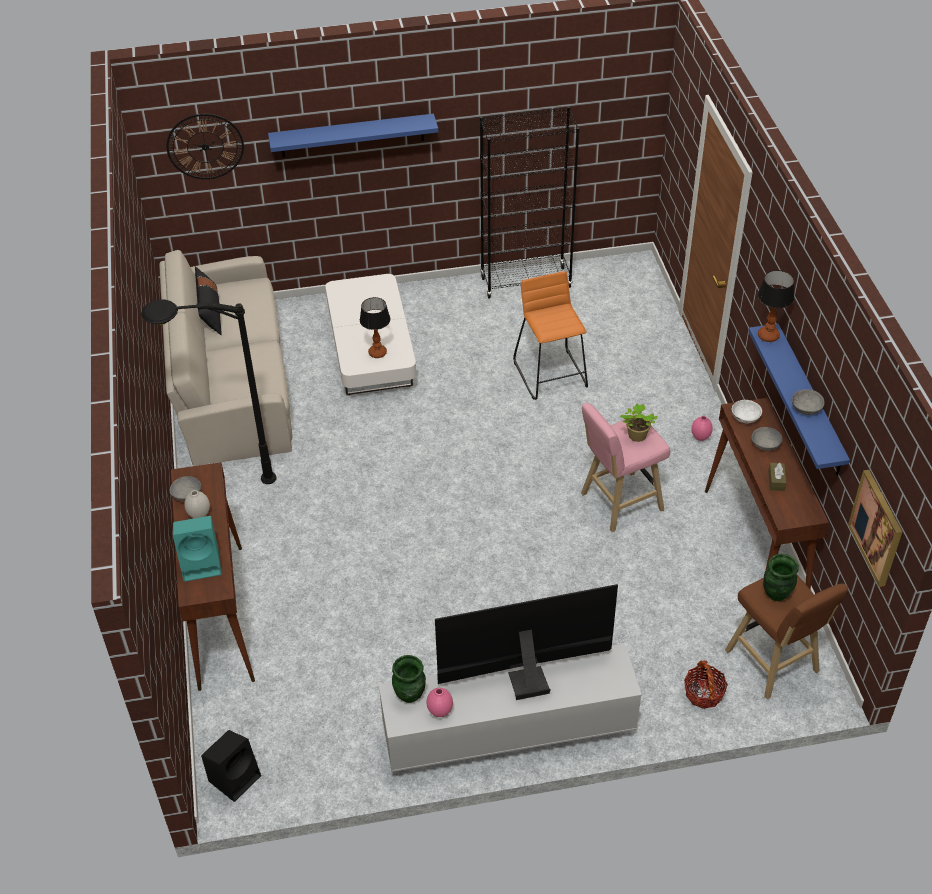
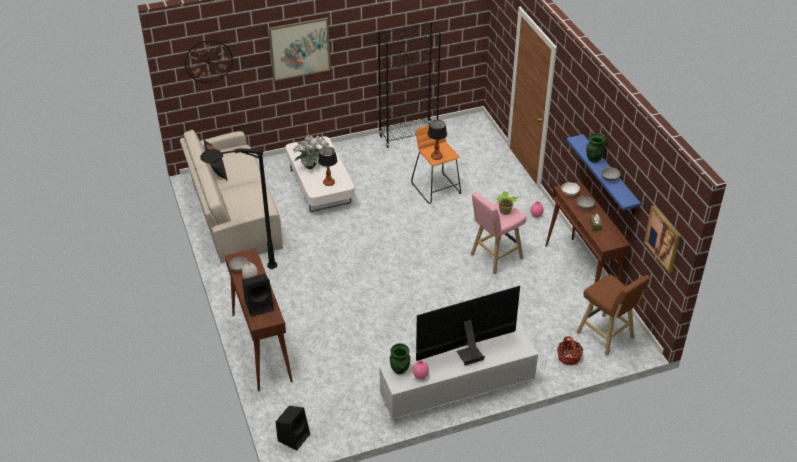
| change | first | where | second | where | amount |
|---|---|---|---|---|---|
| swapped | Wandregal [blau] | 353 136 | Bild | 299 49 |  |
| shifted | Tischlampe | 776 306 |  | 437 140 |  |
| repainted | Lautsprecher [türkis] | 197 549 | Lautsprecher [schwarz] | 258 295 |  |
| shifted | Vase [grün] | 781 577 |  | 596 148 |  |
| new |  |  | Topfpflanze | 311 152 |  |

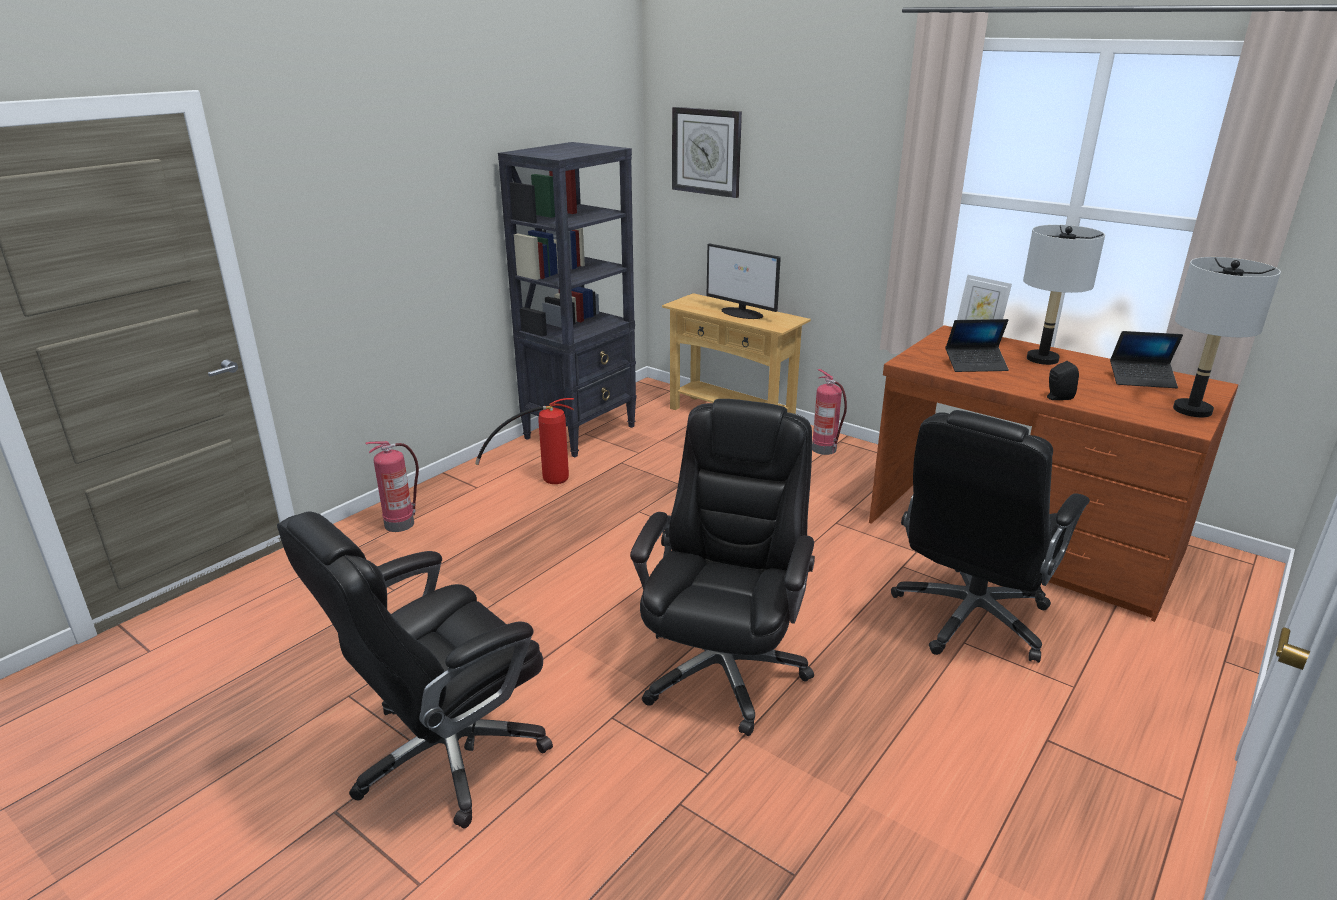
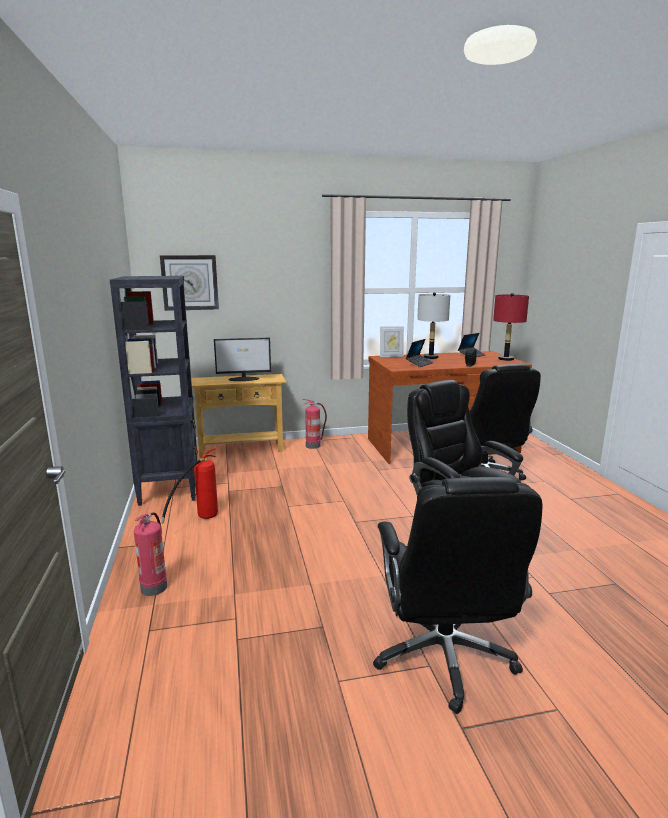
| change | first | where | second | where | amount |
|---|---|---|---|---|---|
| repainted | Tischlampe [grau] | 1227 337 | Tischlampe [rot] | 511 327 |  |

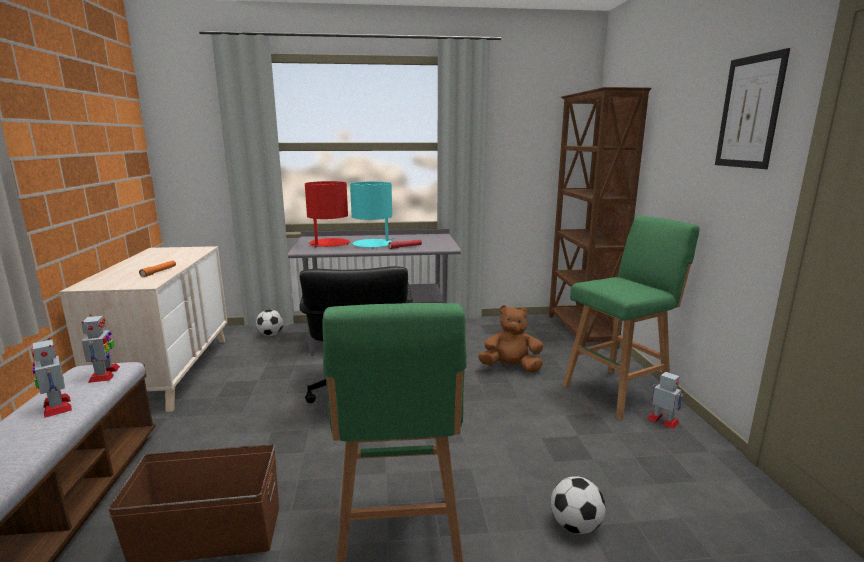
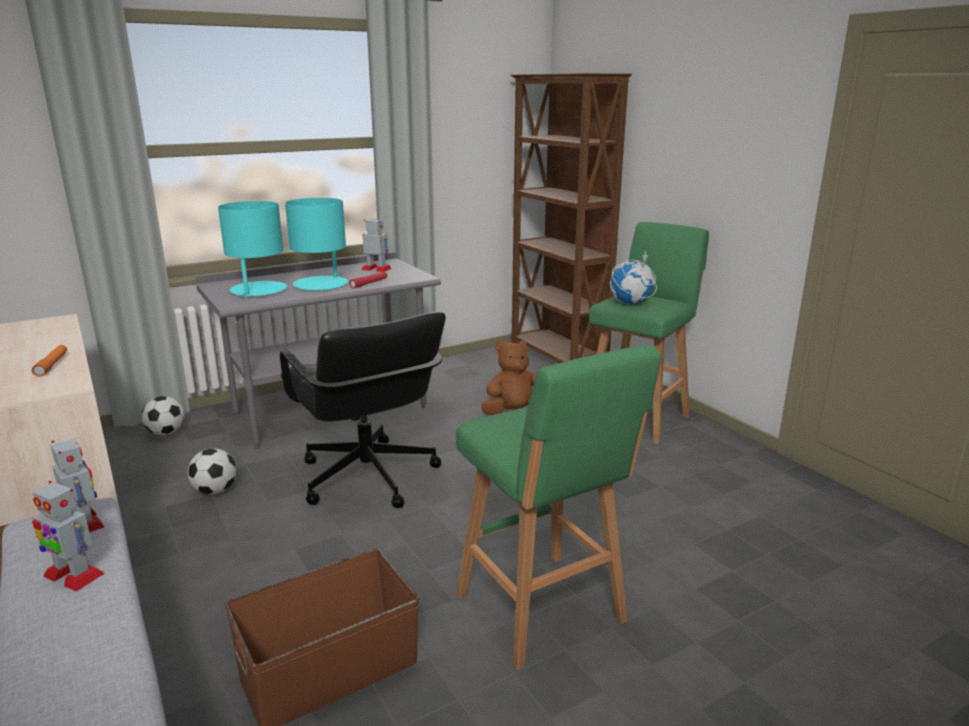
| change | first | where | second | where | amount |
|---|---|---|---|---|---|
| gone | Bild | 752 108 |  |  |  |
| repainted | Tischlampe [rot] | 327 214 | Tischlampe [türkis] | 252 249 |  |
| shifted | Spielzeugroboter | 665 400 |  | 376 245 |  |
| shifted | Fußball | 578 505 |  | 212 471 |  |
| new |  |  | Globus | 633 277 |  |

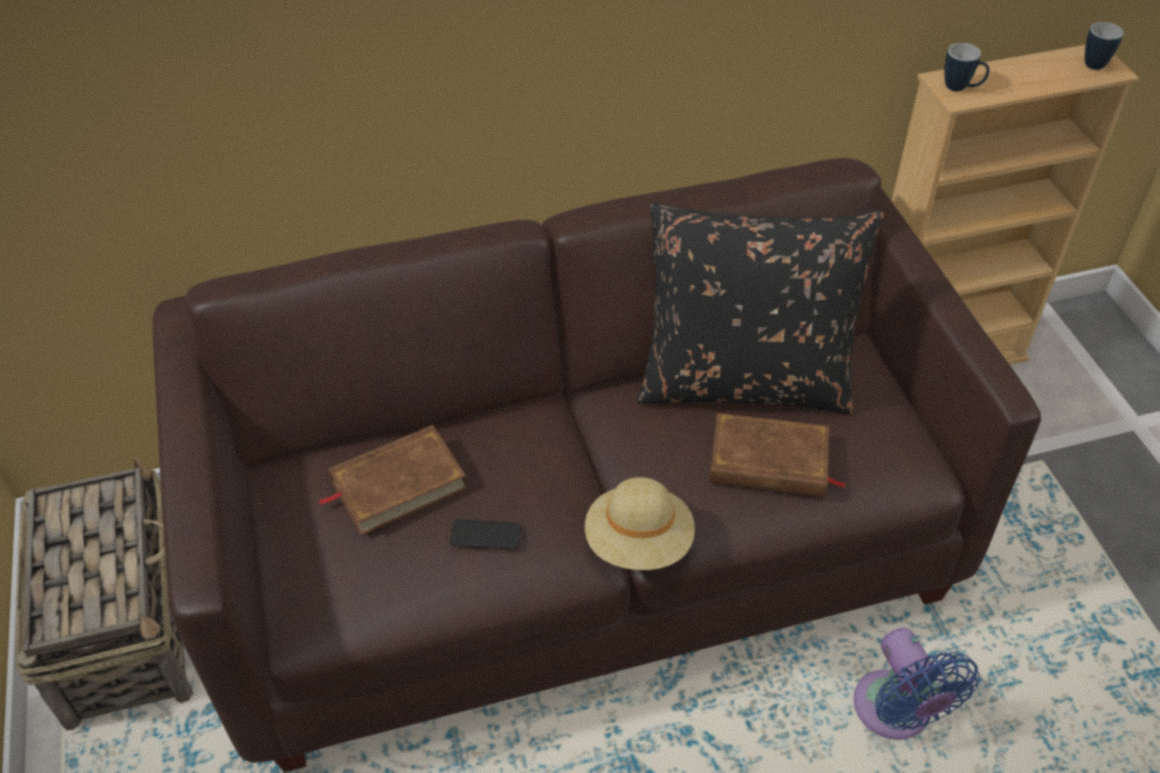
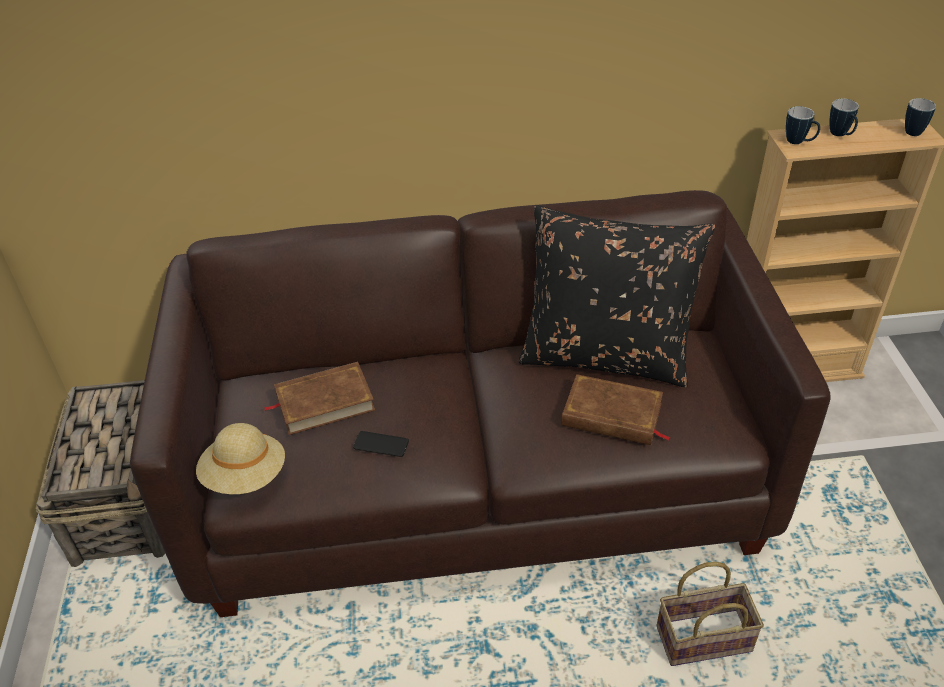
| change | first | where | second | where | amount |
|---|---|---|---|---|---|
| shifted | Hut [beige] | 640 523 |  | 240 458 |  |
| swapped | Ventilator [blau] | 916 684 | Korb | 710 614 |  |
| new |  |  | Henkelbecher | 844 117 |  |

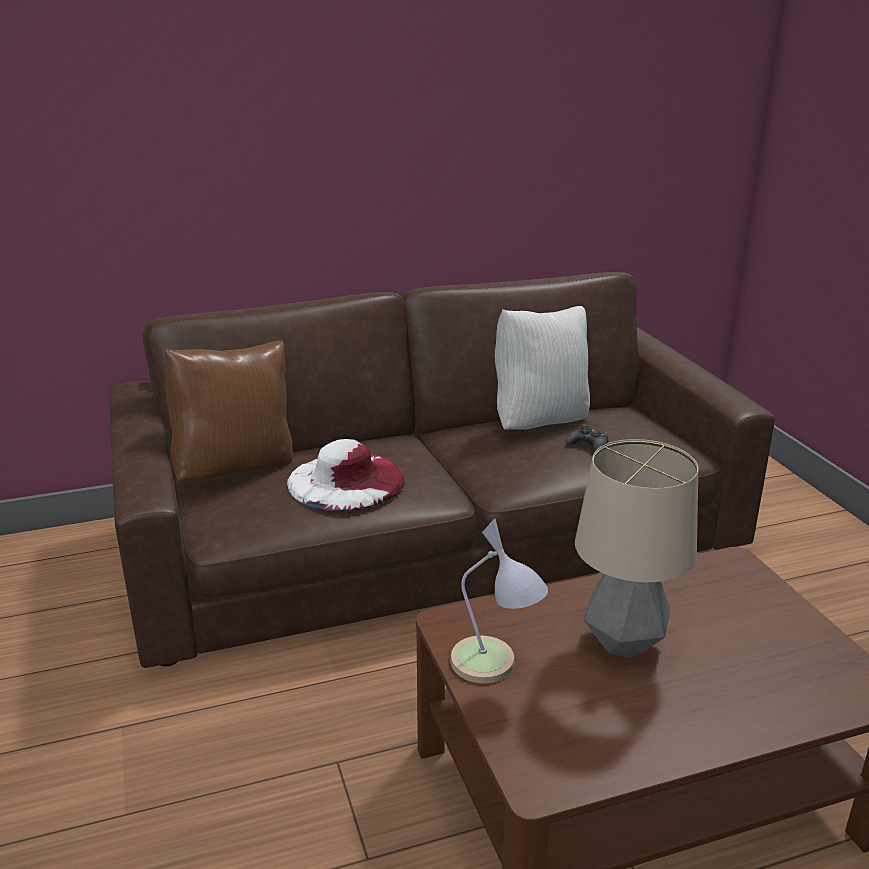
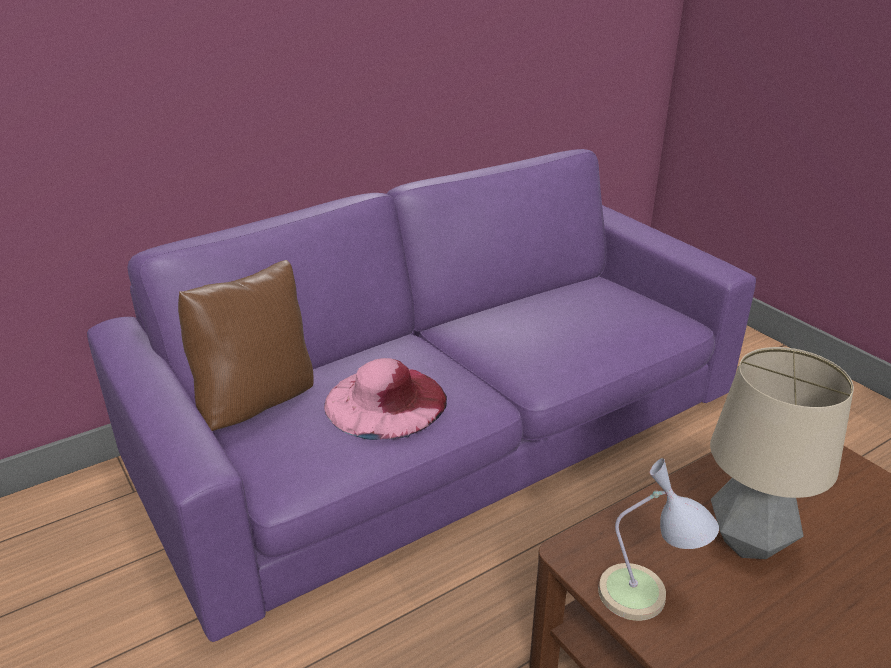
| change | first | where | second | where | amount |
|---|---|---|---|---|---|
| repainted | Sofa [braun] | 442 470 | Sofa [lila] | 421 395 |  |
| gone | Kissen [weiß] | 542 368 |  |  |  |
| gone | Gamepad [schwarz] | 587 438 |  |  |  |
| repainted | Hut [weiß] | 346 475 | Hut [rosa] | 385 399 |  |

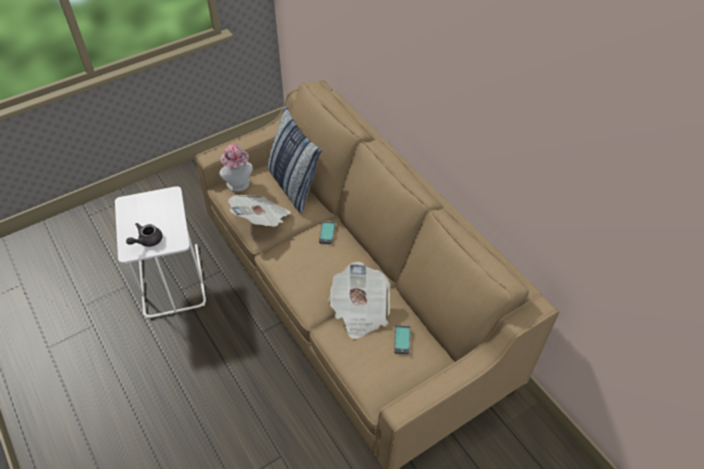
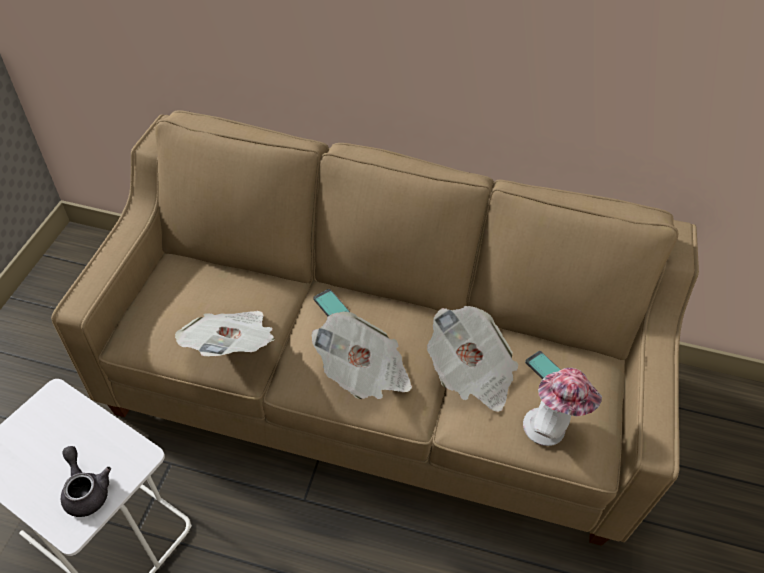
| change | first | where | second | where | amount |
|---|---|---|---|---|---|
| gone | Kissen | 294 159 |  |  |  |
| shifted | Hut | 236 168 |  | 562 407 |  |
| rotated | Teekanne [grau] | 144 235 |  | 86 481 | 150 degrees clockwise |
| new |  |  | Zeitung | 362 356 |  |

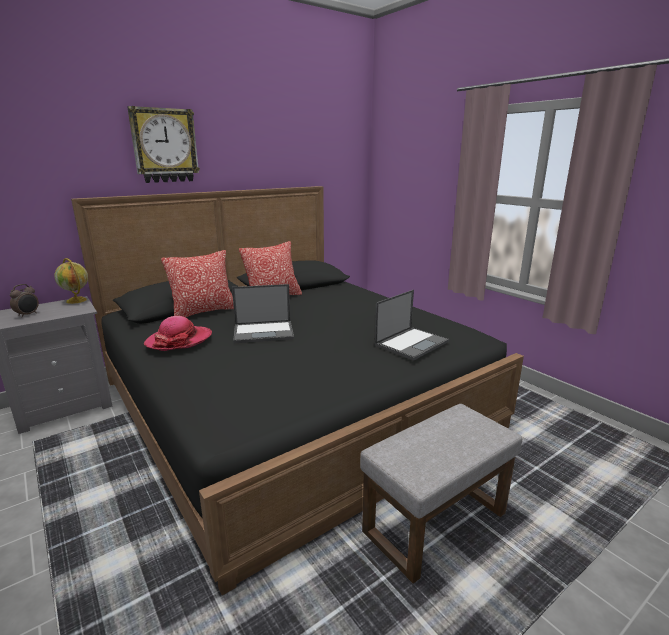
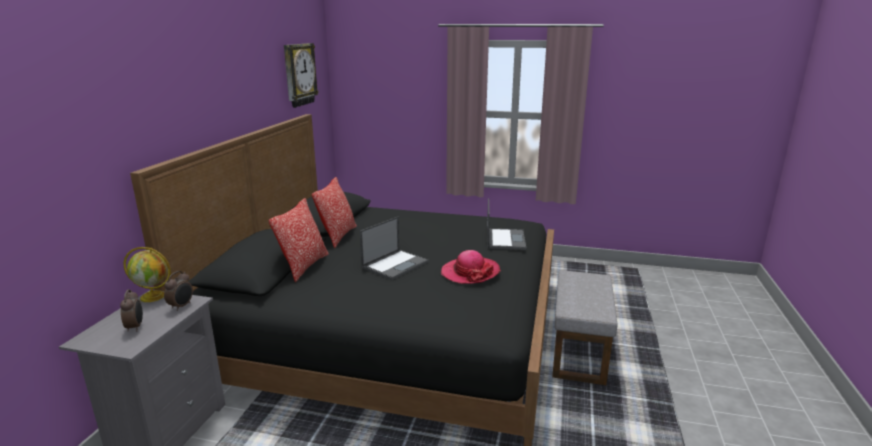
| change | first | where | second | where | amount |
|---|---|---|---|---|---|
| shifted | Wanduhr | 163 144 |  | 301 75 |  |
| shifted | Hut | 178 333 |  | 471 267 |  |
| new |  |  | Wecker | 178 291 |  |

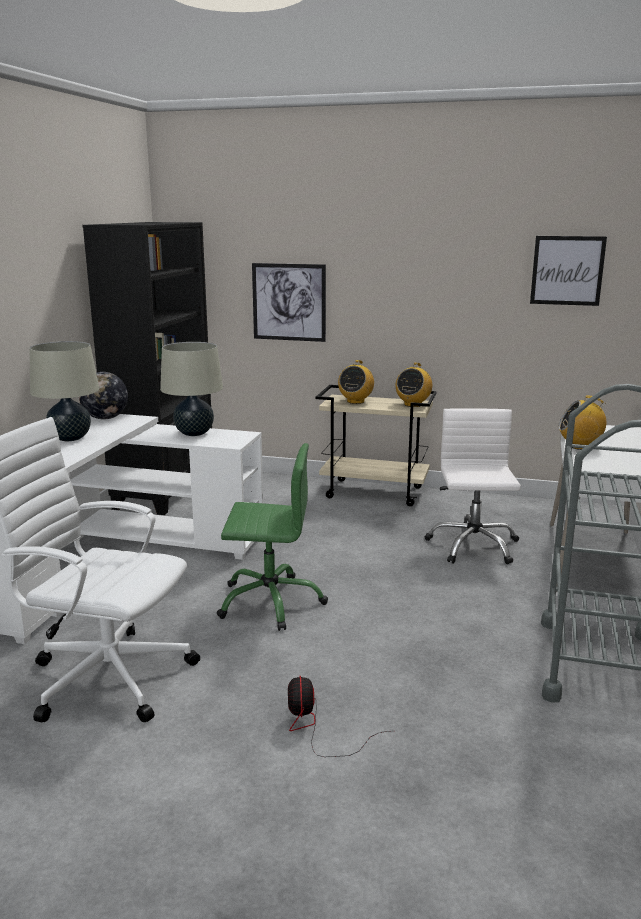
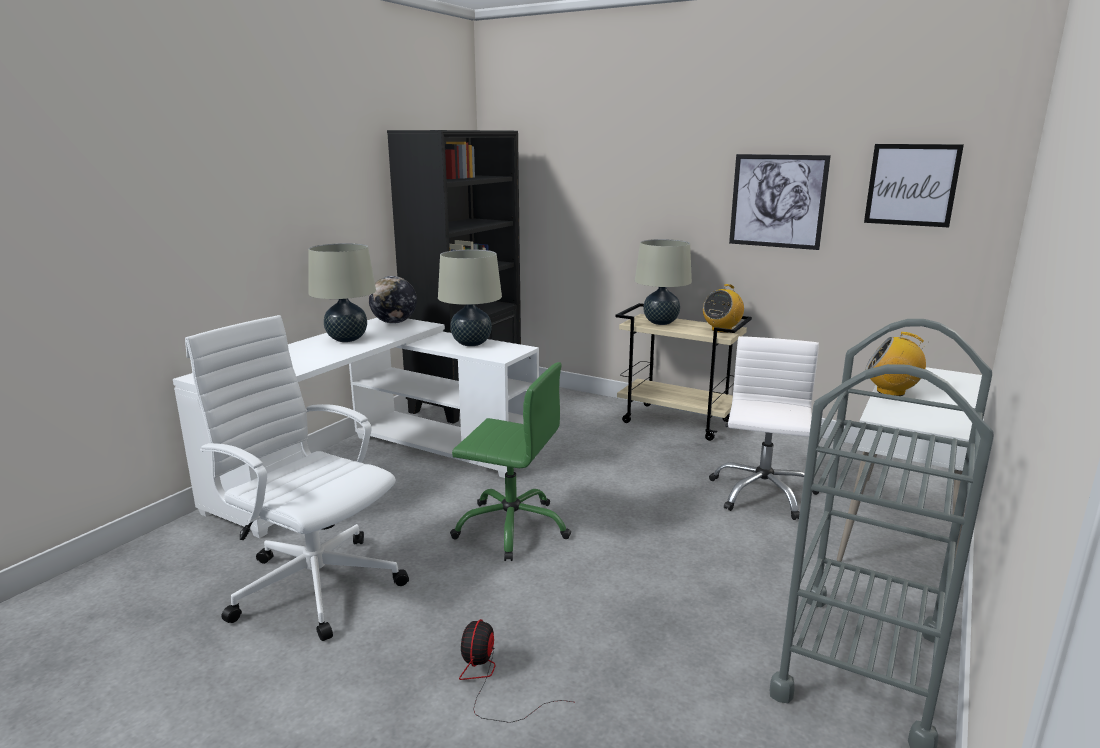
| change | first | where | second | where | amount |
|---|---|---|---|---|---|
| shifted | Bild | 289 302 |  | 780 202 |  |
| swapped | Radio | 356 382 | Tischlampe [beige] | 663 282 |  |

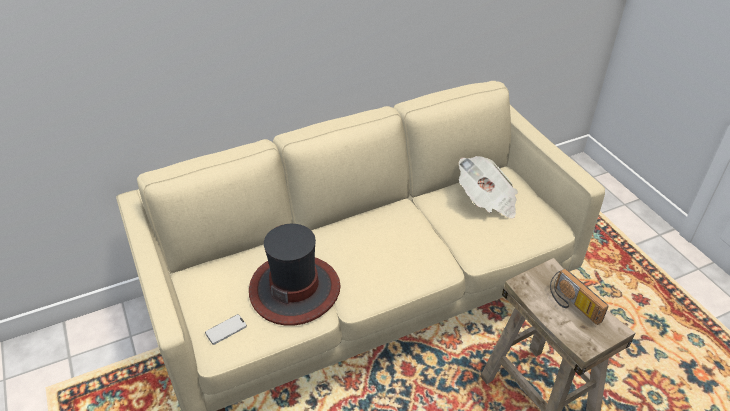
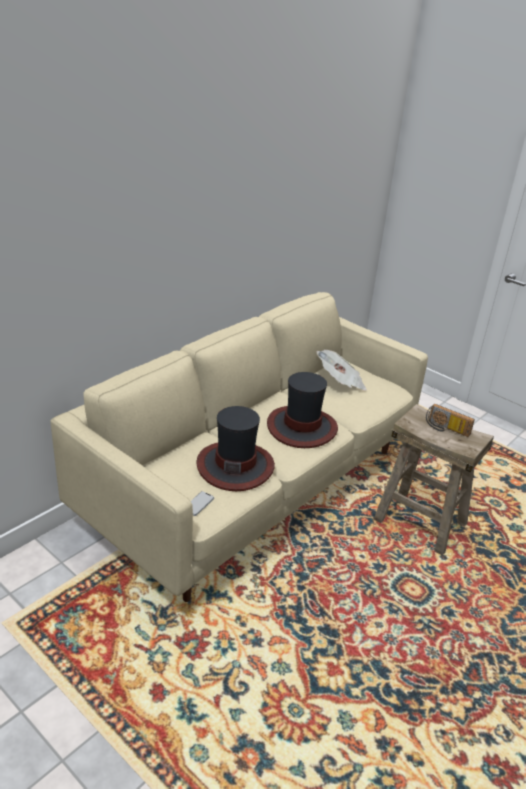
| change | first | where | second | where | amount |
|---|---|---|---|---|---|
| new |  |  | Hut | 302 410 |  |

